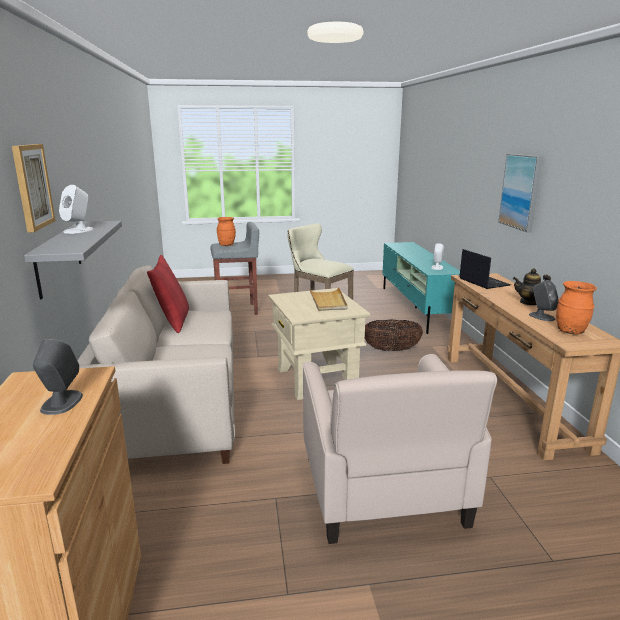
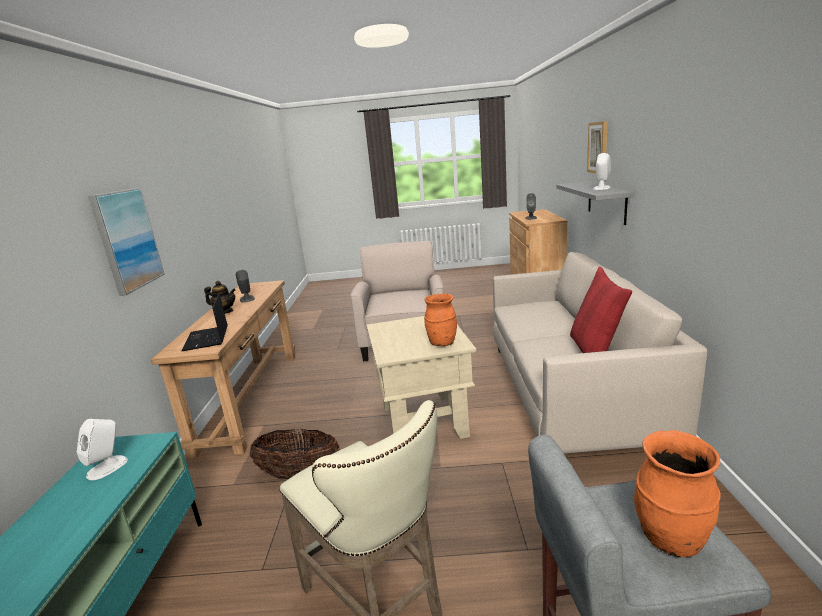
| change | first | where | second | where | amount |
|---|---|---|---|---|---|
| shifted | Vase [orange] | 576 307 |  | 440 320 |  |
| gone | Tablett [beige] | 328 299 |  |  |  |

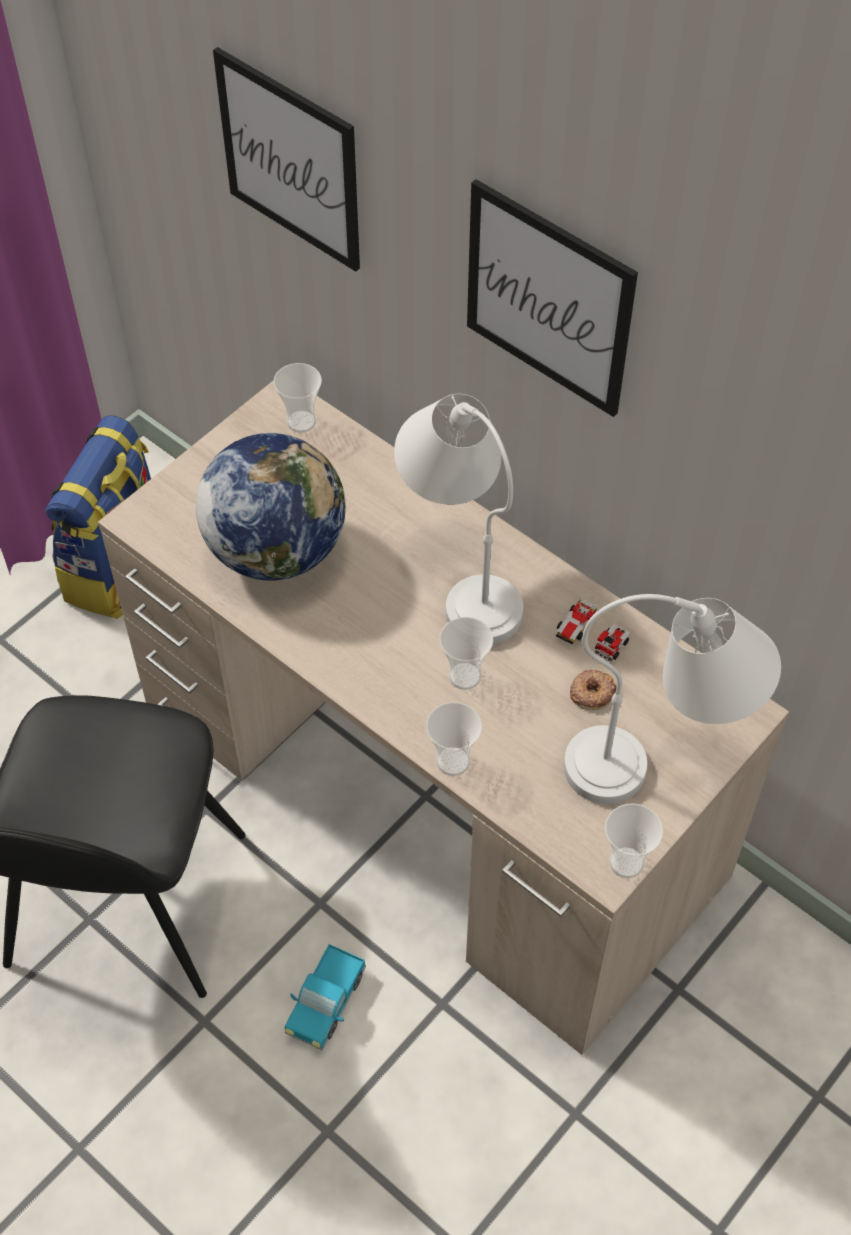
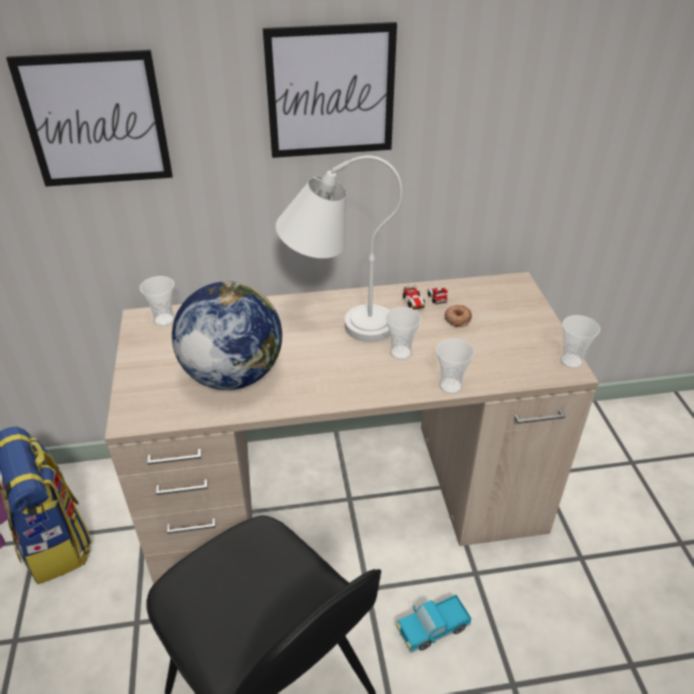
| change | first | where | second | where | amount |
|---|---|---|---|---|---|
| gone | Tischlampe [weiß] | 672 699 |  |  |  |
| rotated | Spielzeuglaster | 325 997 |  | 433 624 | 90 degrees clockwise |

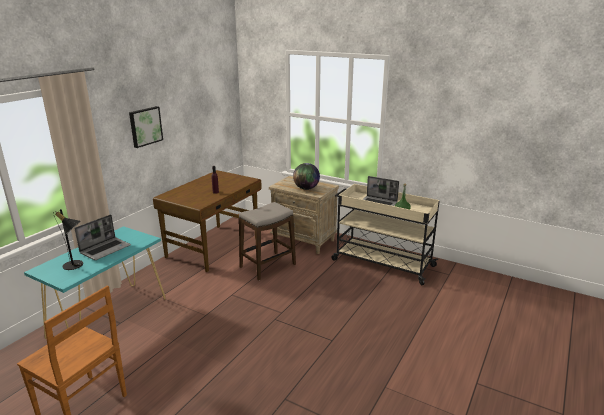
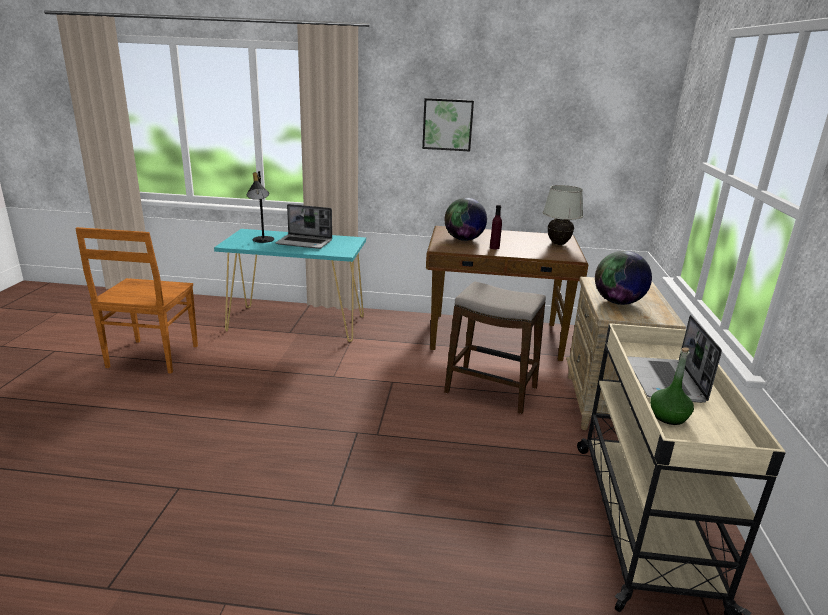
| change | first | where | second | where | amount |
|---|---|---|---|---|---|
| new |  |  | Tischlampe [weiß] | 563 215 |  |
| new |  |  | Globus | 465 219 |  |

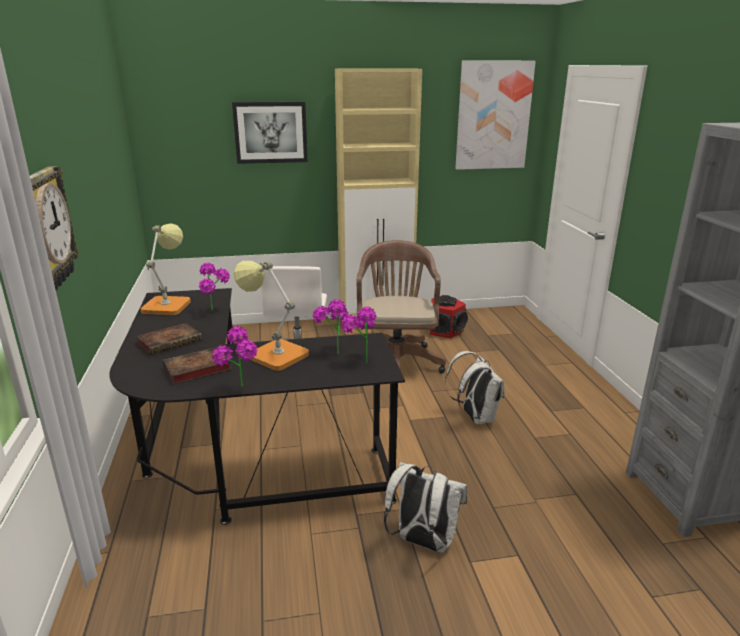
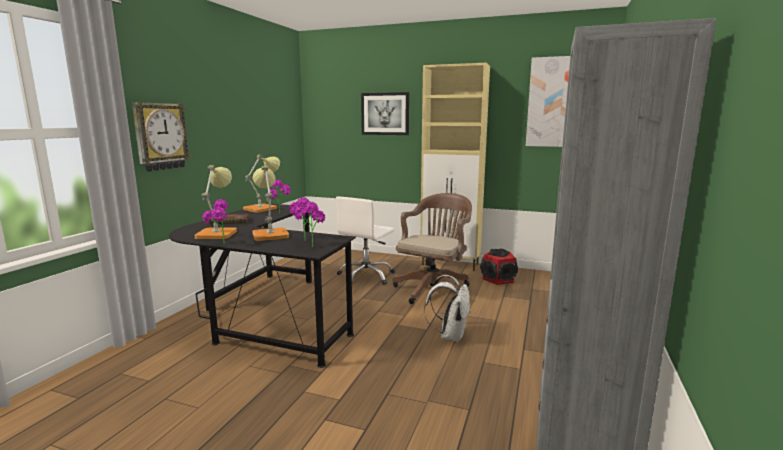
| change | first | where | second | where | amount |
|---|---|---|---|---|---|
| swapped | Buch | 197 366 | Tischlampe | 216 202 |  |
| gone | Rucksack [weiß] | 425 507 |  |  |  |

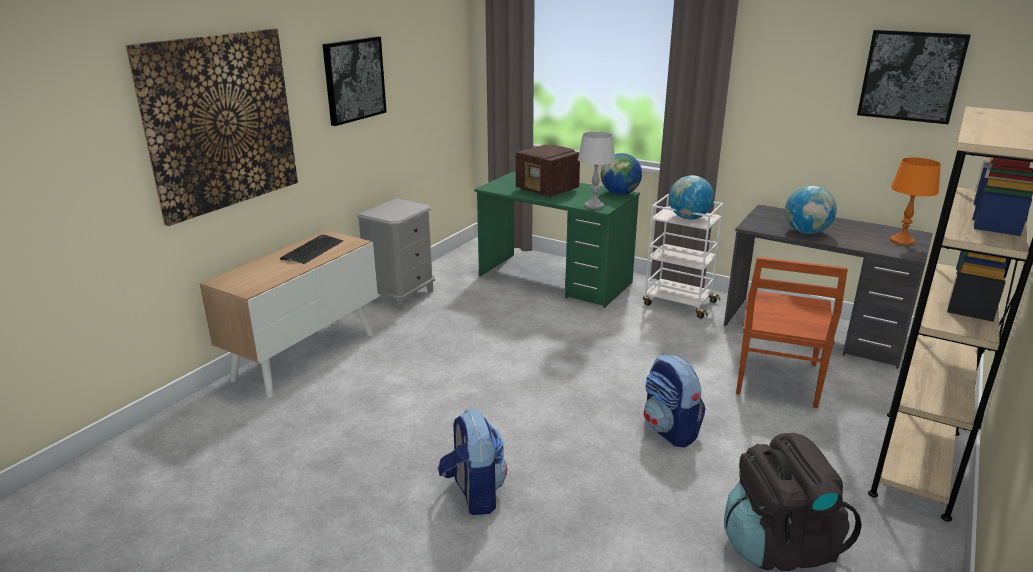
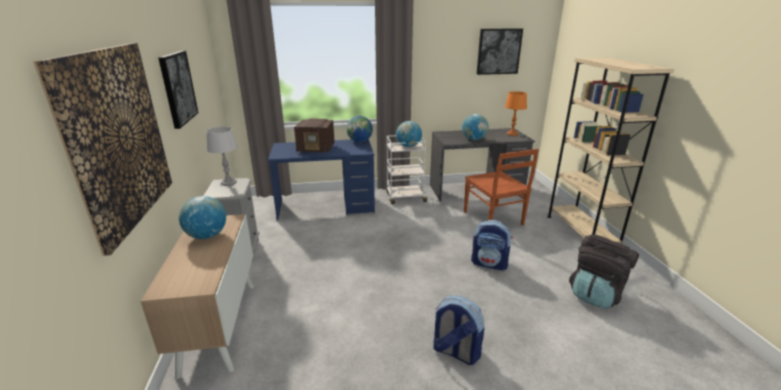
| change | first | where | second | where | amount |
|---|---|---|---|---|---|
| shifted | Tischlampe [grau] | 597 170 |  | 222 156 |  |
| repainted | Schreibtisch [grün] | 557 239 | Schreibtisch [blau] | 321 179 |  |
| swapped | Tastatur | 311 249 | Globus | 202 217 |  |

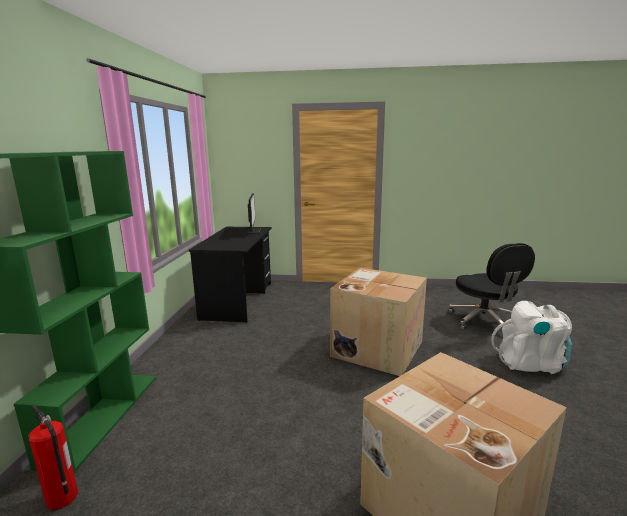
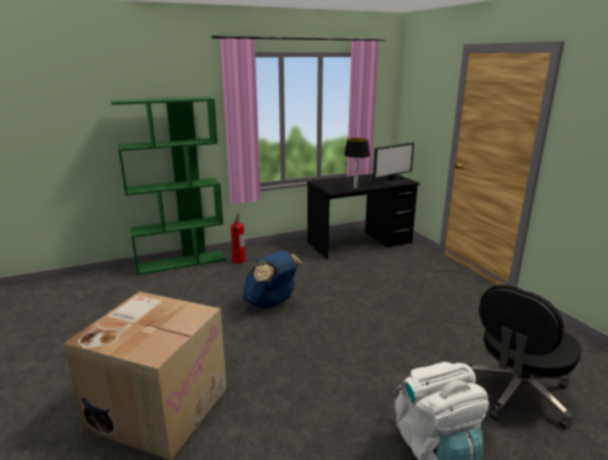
| change | first | where | second | where | amount |
|---|---|---|---|---|---|
| gone | Karton | 378 322 |  |  |  |
| shifted | Feuerlöscher | 53 458 |  | 238 239 |  |
| new |  |  | Tischlampe | 357 163 |  |
| new |  |  | Rucksack [blau] | 273 279 |  |

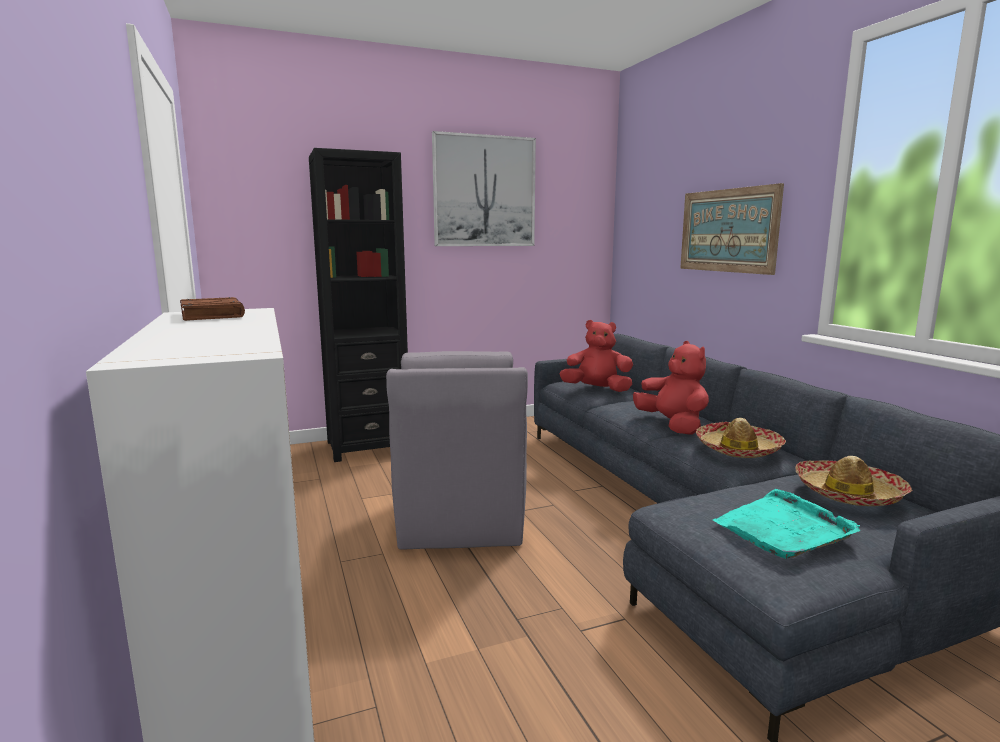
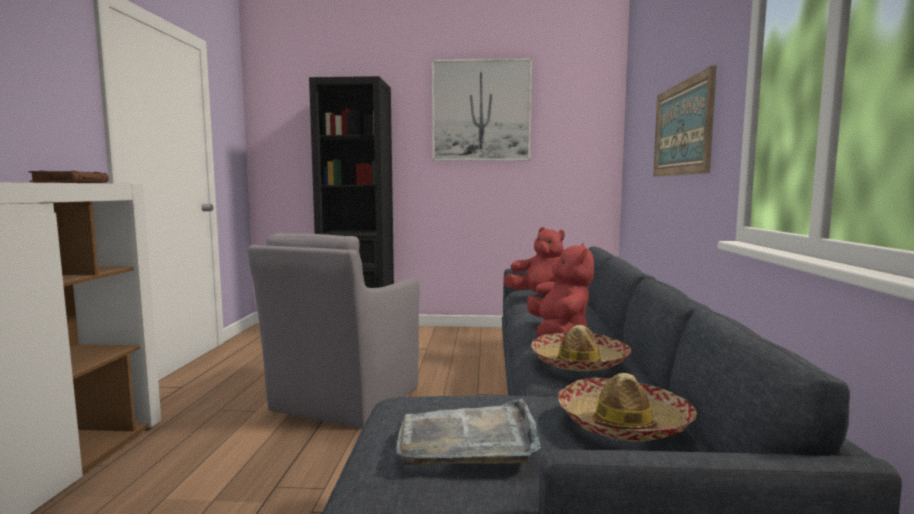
| change | first | where | second | where | amount |
|---|---|---|---|---|---|
| repainted | Tablett [türkis] | 787 524 | Tablett [grau] | 468 432 |  |

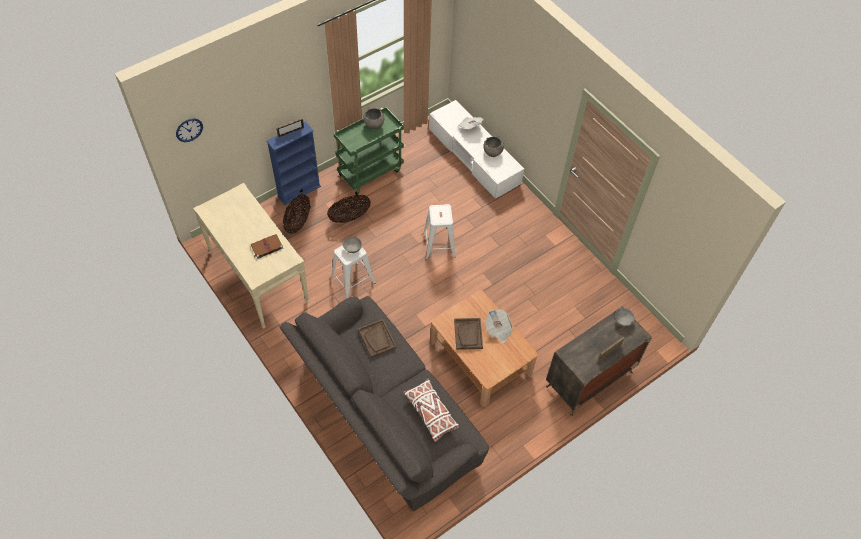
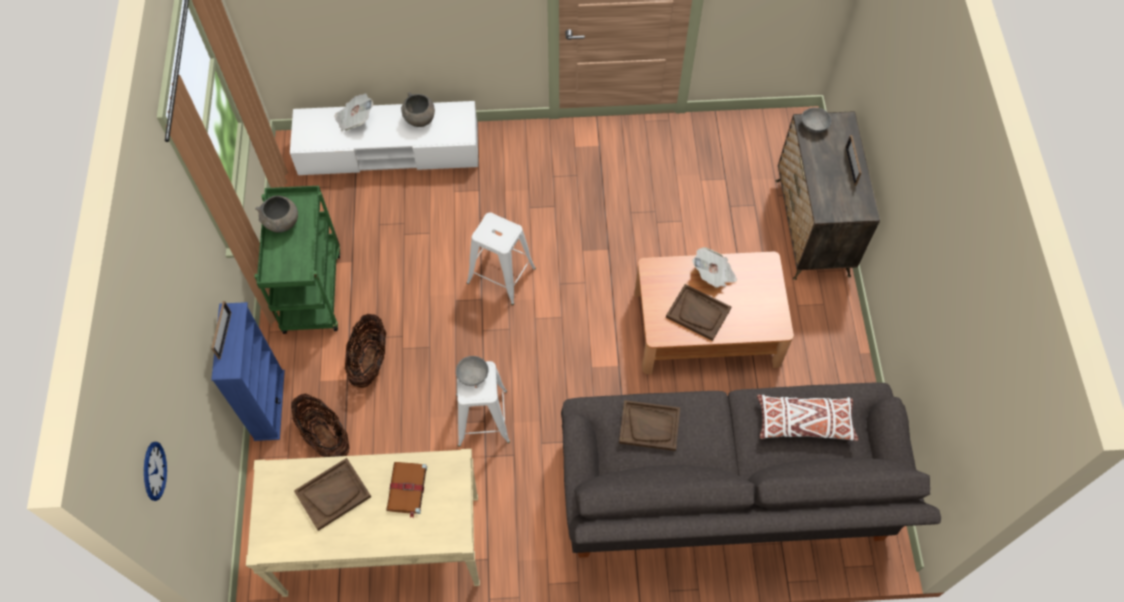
| change | first | where | second | where | amount |
|---|---|---|---|---|---|
| new |  |  | Tablett [braun] | 332 494 |  |

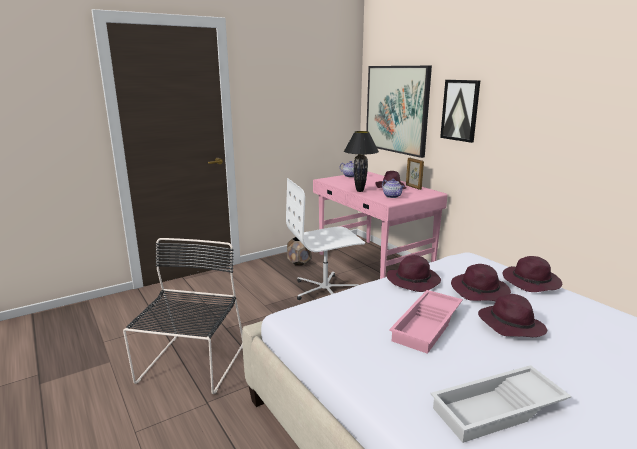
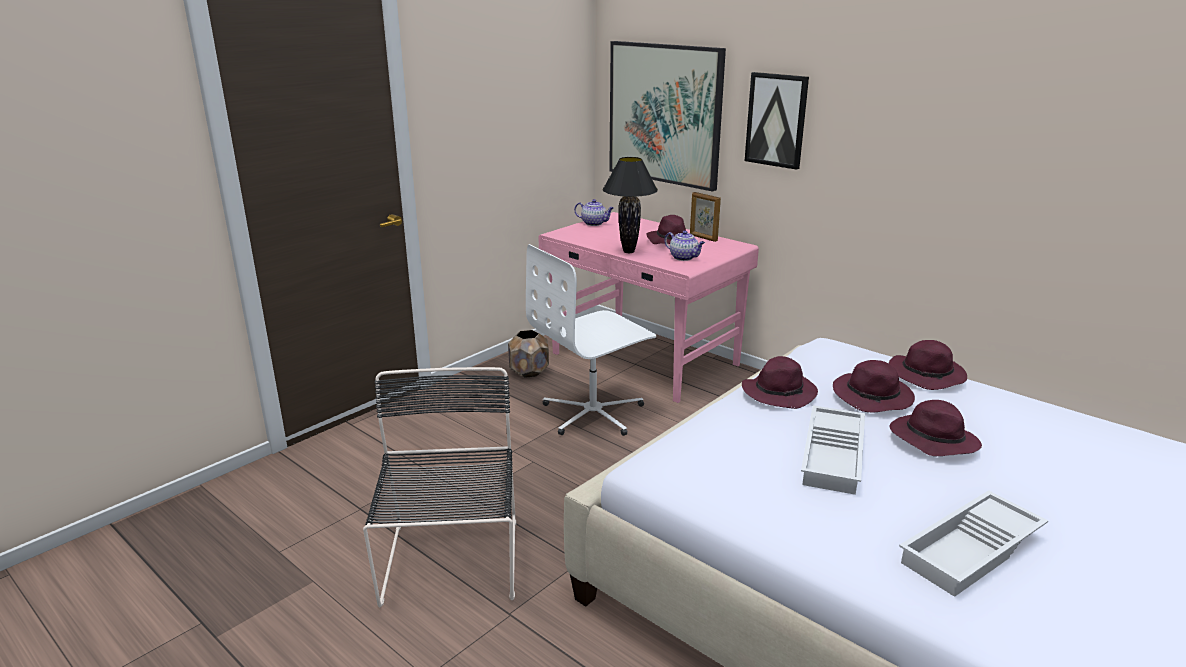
| change | first | where | second | where | amount |
|---|---|---|---|---|---|
| repainted | Tablett [rosa] | 426 322 | Tablett [weiß] | 833 450 |  |

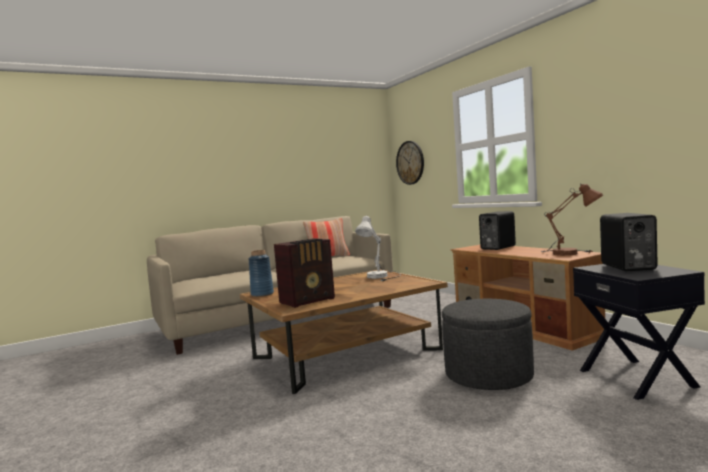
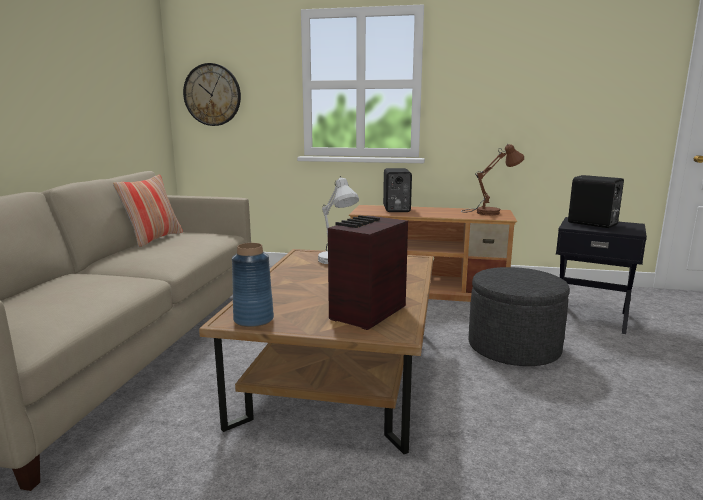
| change | first | where | second | where | amount |
|---|---|---|---|---|---|
| rotated | Radio | 304 273 |  | 368 272 | 150 degrees counterclockwise |

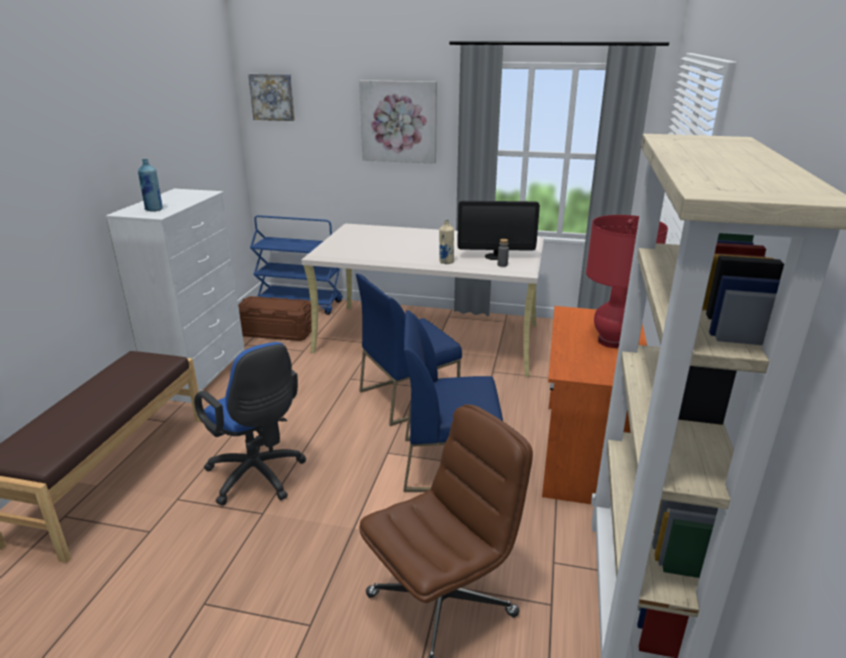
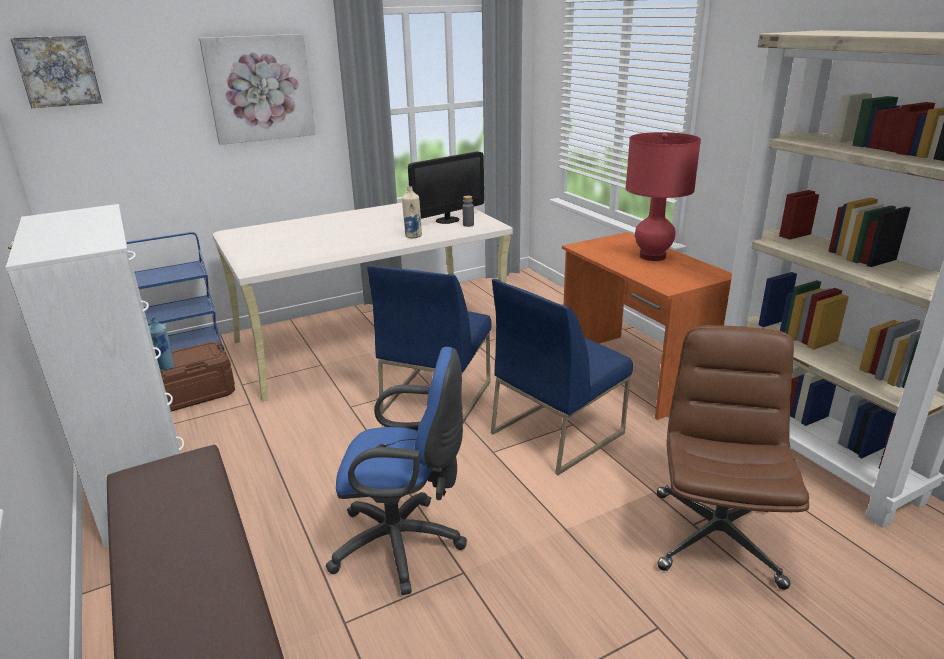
| change | first | where | second | where | amount |
|---|---|---|---|---|---|
| shifted | Flasche [blau] | 150 185 |  | 161 344 |  |

